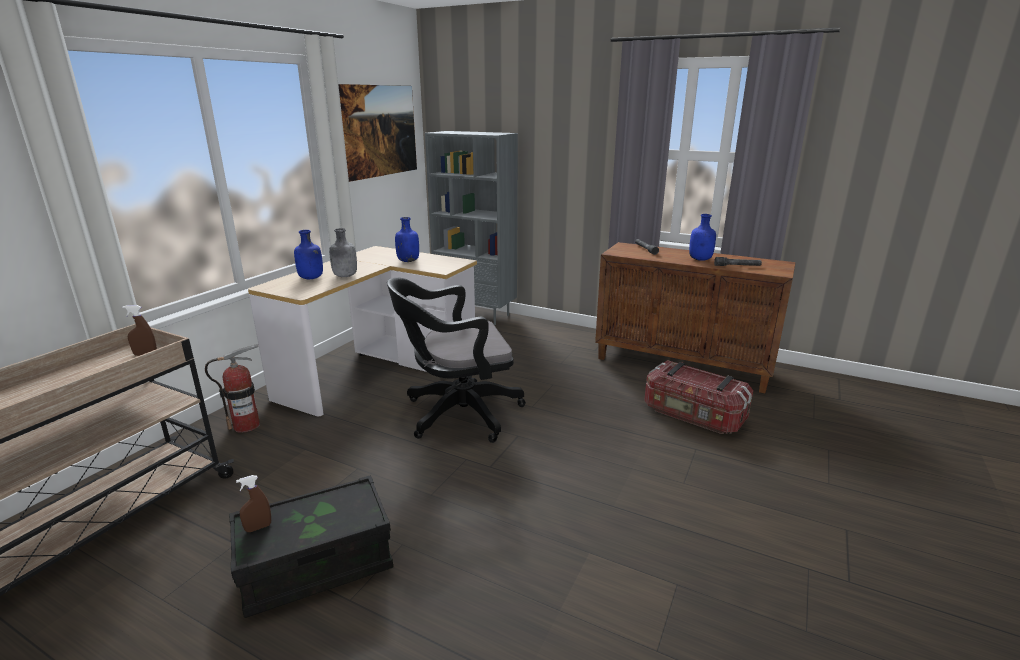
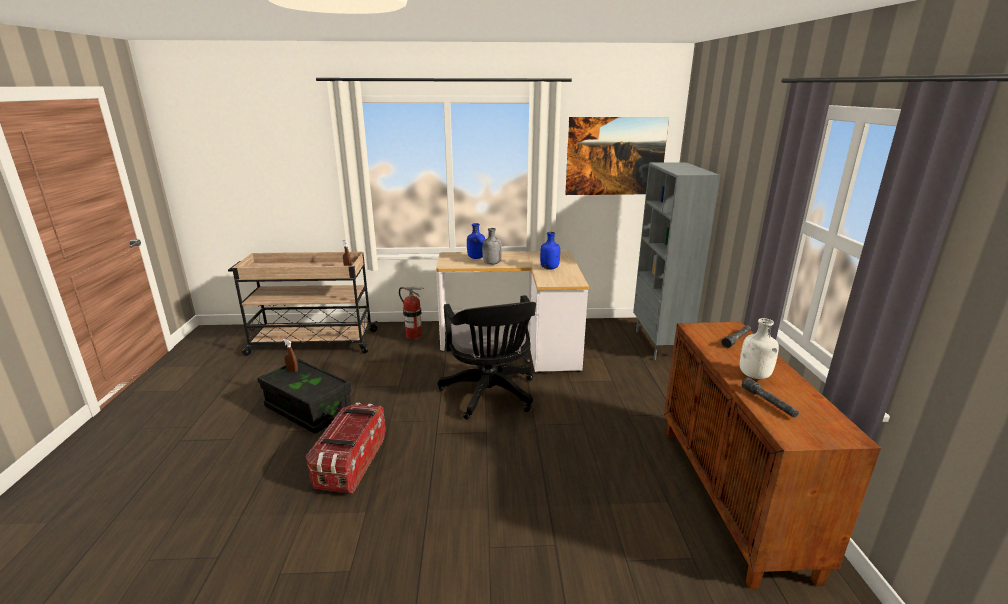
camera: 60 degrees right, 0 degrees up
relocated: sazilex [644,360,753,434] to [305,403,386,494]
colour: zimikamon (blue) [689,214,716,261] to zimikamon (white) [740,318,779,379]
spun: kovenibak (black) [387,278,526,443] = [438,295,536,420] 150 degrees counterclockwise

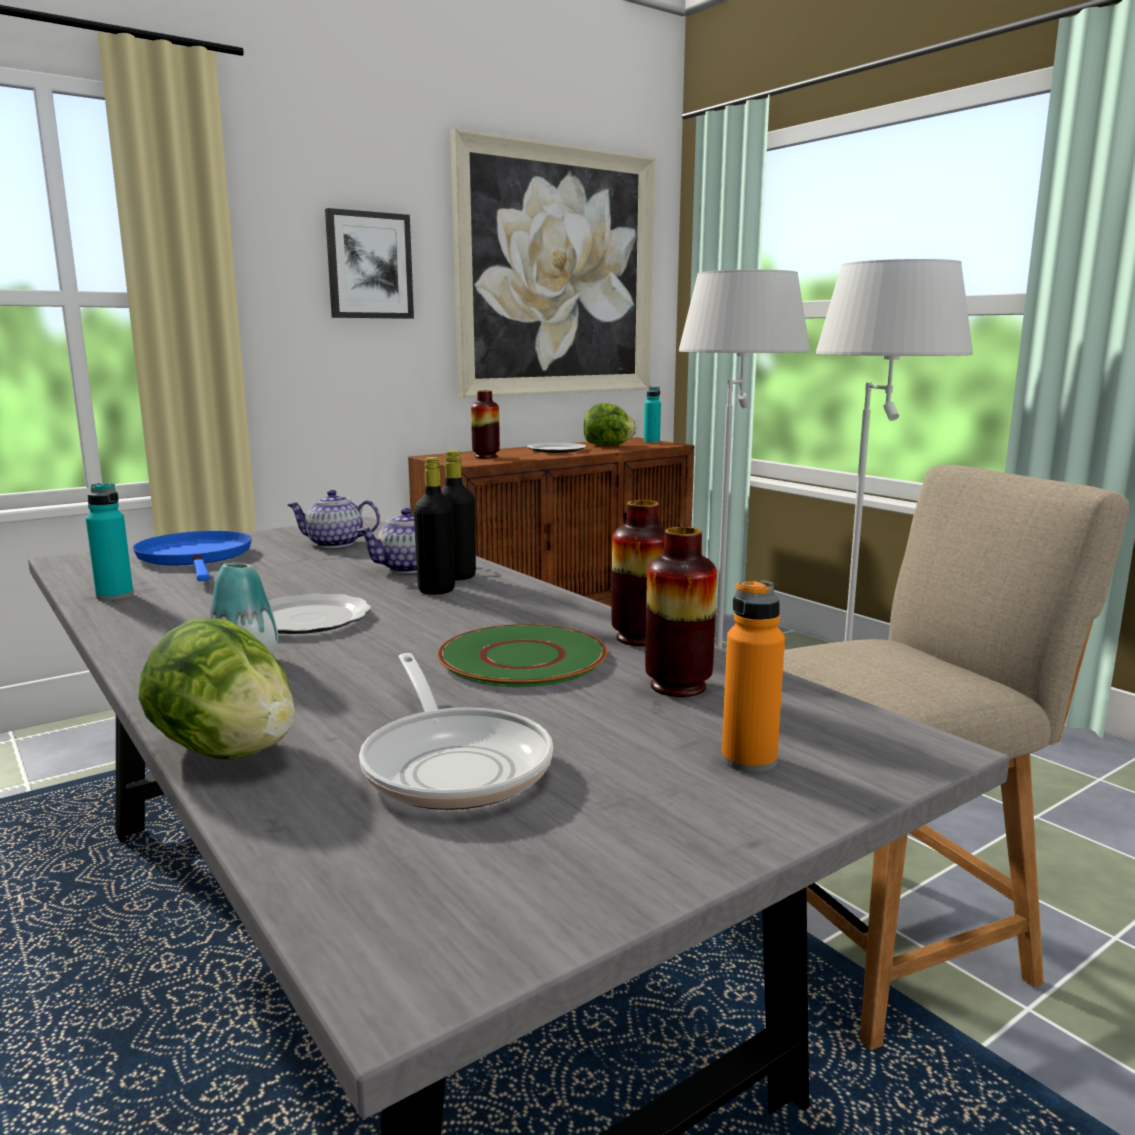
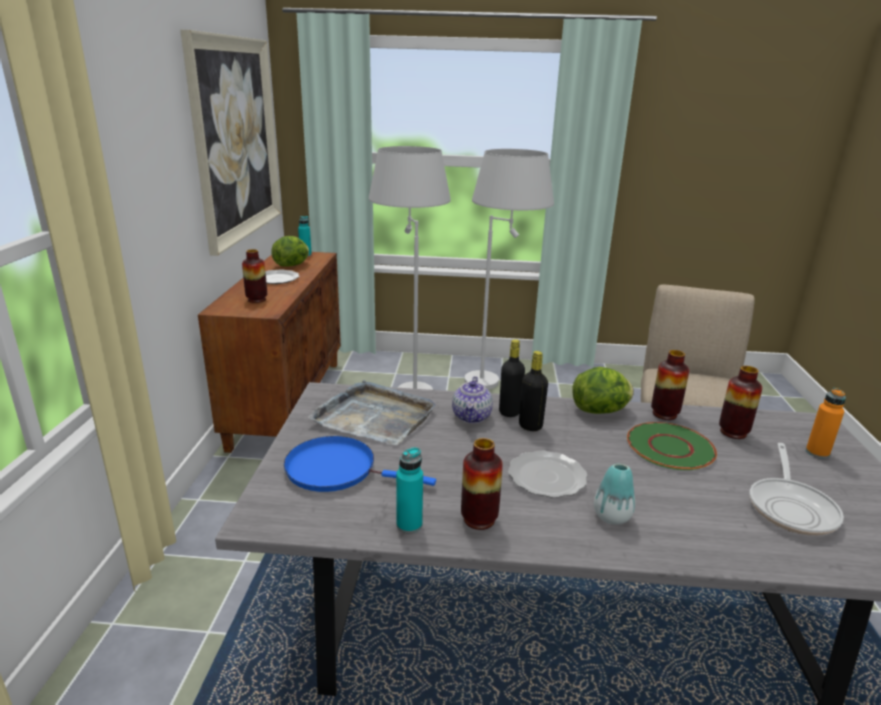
camera: 50 degrees left, 10 degrees up
missing: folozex [325,208,414,319]
appeared: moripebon [461,438,503,530]
relocated: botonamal [138,618,295,759] to [572,367,634,414]
exchanged: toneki [287,490,380,548] to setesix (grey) [308,380,436,445]
spun: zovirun [359,653,553,810] = [749,443,844,536] 90 degrees clockwise

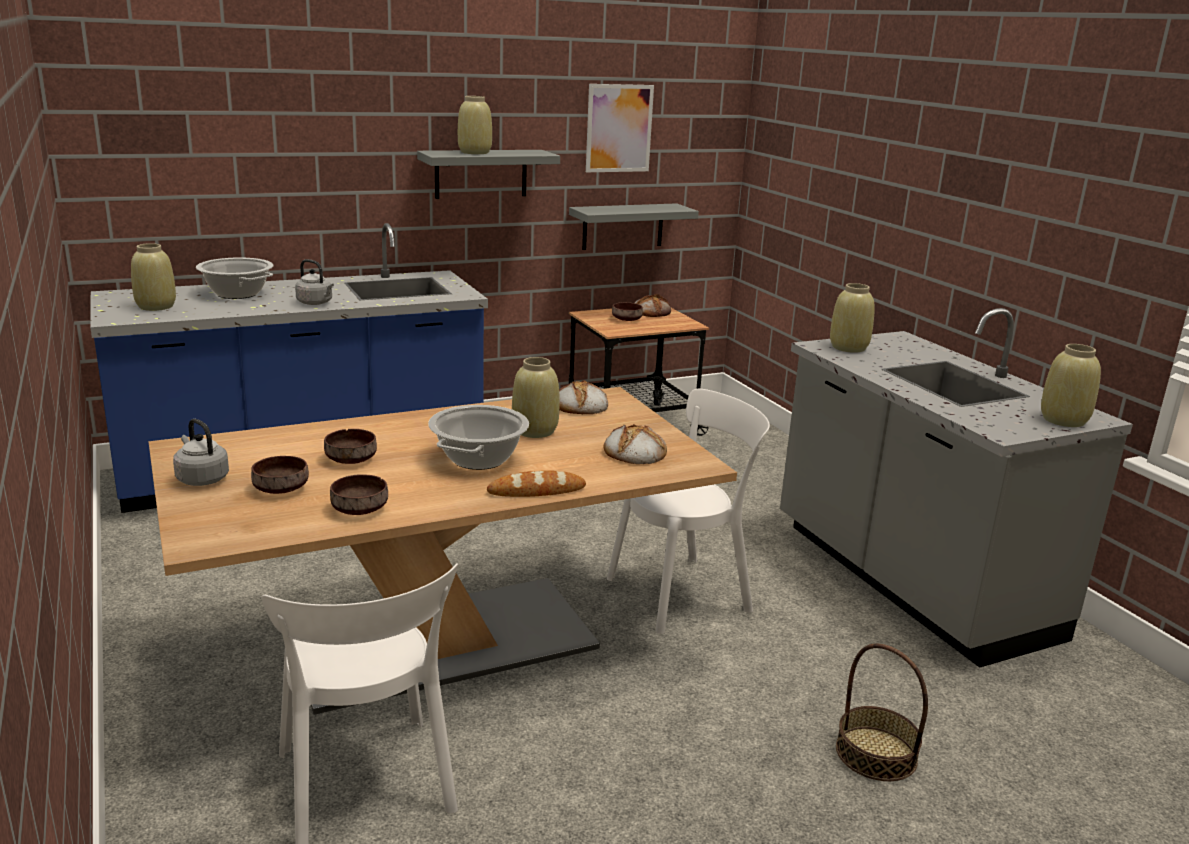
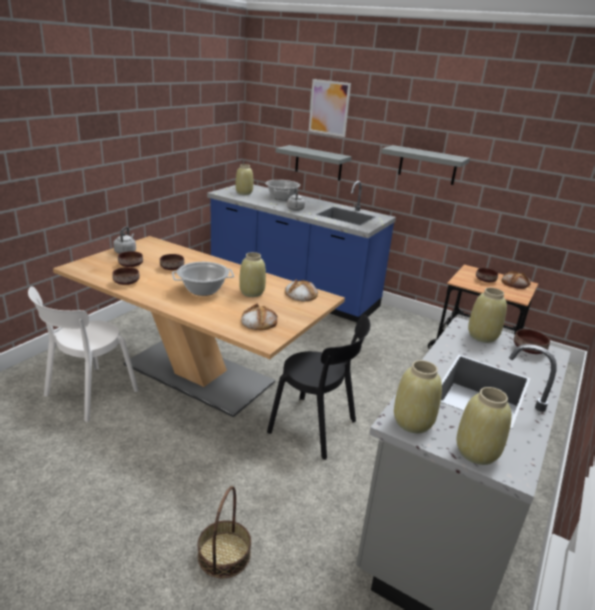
camera: 55 degrees right, 5 degrees up
missing: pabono [487,470,586,497]
appeared: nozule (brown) [514,329,550,354]
relocated: moripebon (beige) [458,96,492,154] to [394,360,442,433]; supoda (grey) [569,203,699,250] to [276,145,352,181]; folozex [586,84,654,172] to [309,79,351,137]
colour: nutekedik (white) [607,389,770,634] to nutekedik (black) [267,314,370,460]

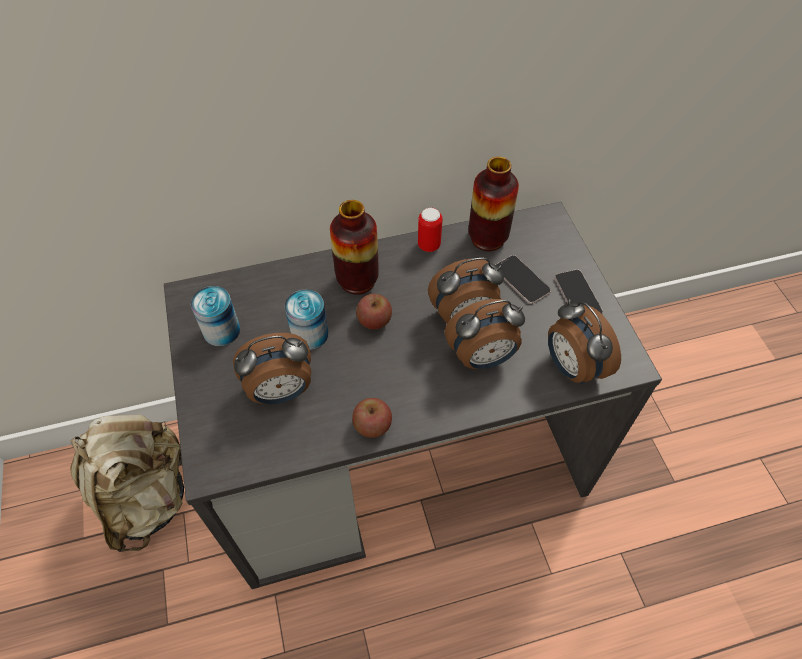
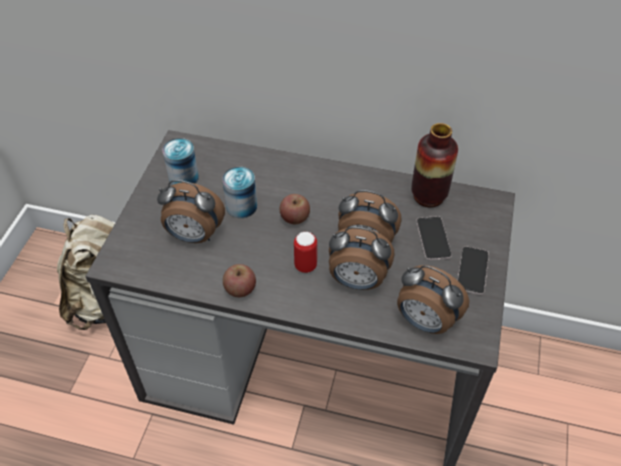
camera: 30 degrees right, 5 degrees down
missing: moripebon [330,200,379,295]
relocated: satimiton [418,208,443,252] to [294,232,317,273]
spun: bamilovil [548,299,621,384] = [397,265,469,334] 60 degrees counterclockwise

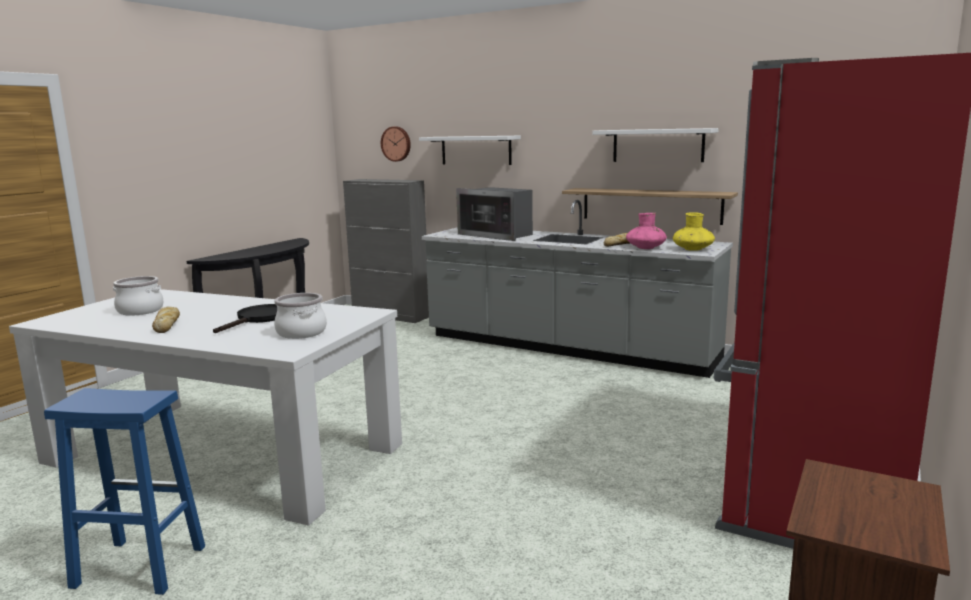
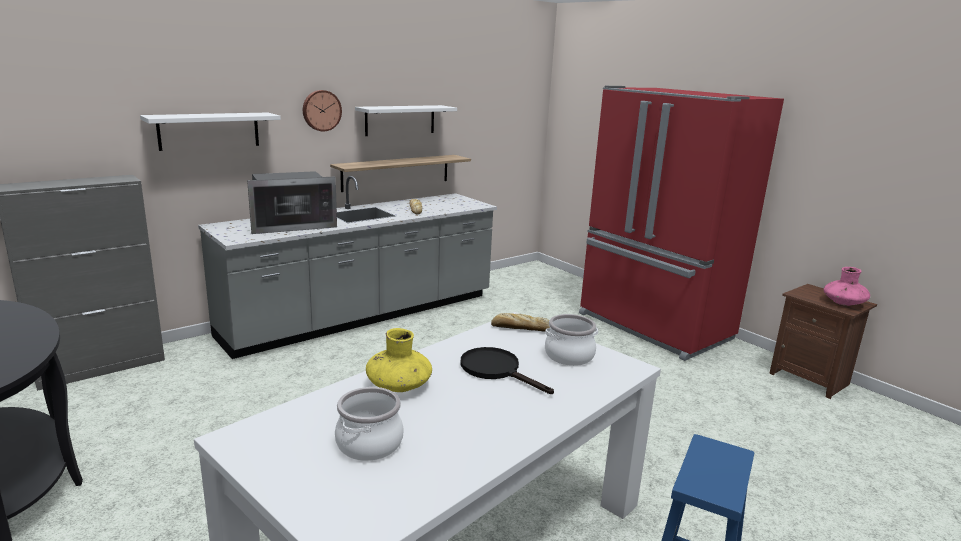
camera: 70 degrees left, 5 degrees up
relocated: pabono [152,306,180,333] to [491,313,550,332]; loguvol [381,126,411,162] to [303,90,342,132]; moripebon (pink) [626,213,667,249] to [824,267,870,306]; moripebon (yellow) [673,212,715,251] to [366,328,432,392]

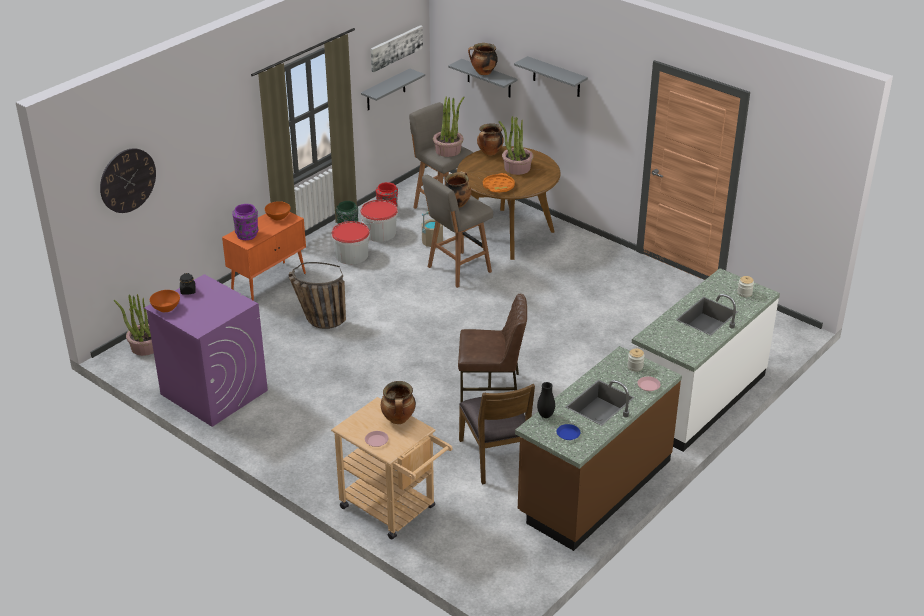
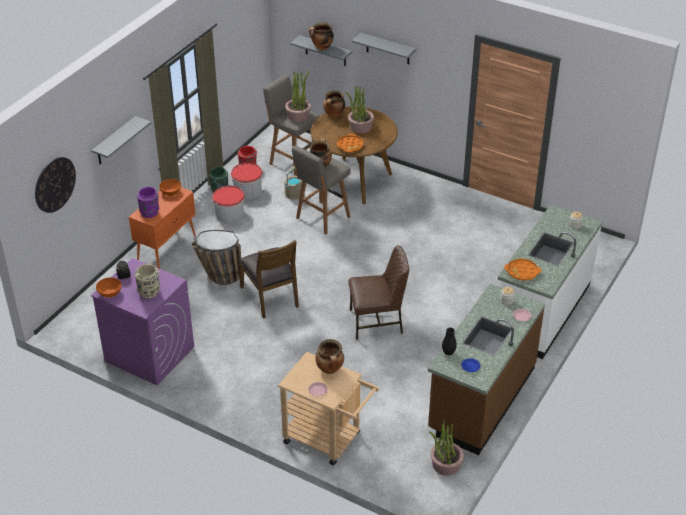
camera: 10 degrees left, 5 degrees up
missing: folozex [371,25,423,72]
appeared: moripebon (beige) [135,264,160,298]; setesix (orange) [504,259,541,281]
relocated: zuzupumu [114,294,154,356] to [429,420,464,476]; supoda (grey) [361,68,425,110] to [91,116,151,164]; nutekedik (brown) [459,384,535,484] to [239,240,299,319]

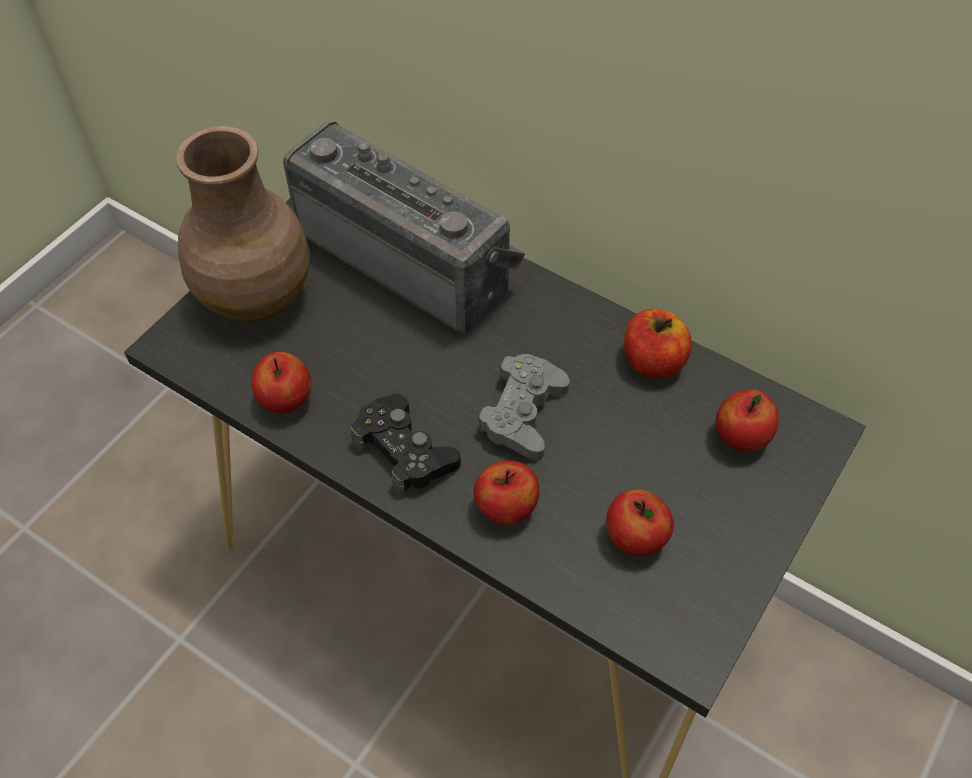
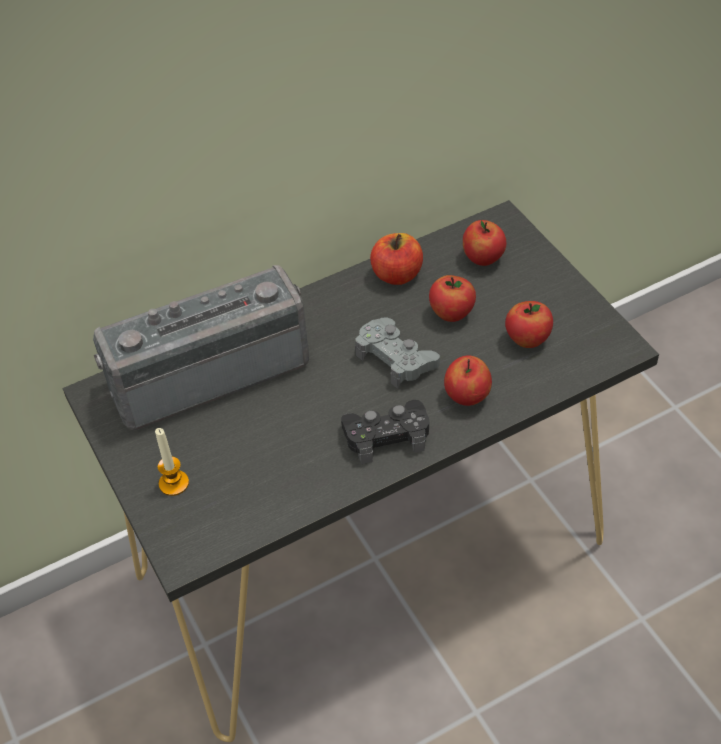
camera: 60 degrees left, 5 degrees down
relocated: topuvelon [251,352,312,413] to [429,275,476,322]
exchanged: moripebon (brown) [176,126,310,322] to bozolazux [155,428,189,496]

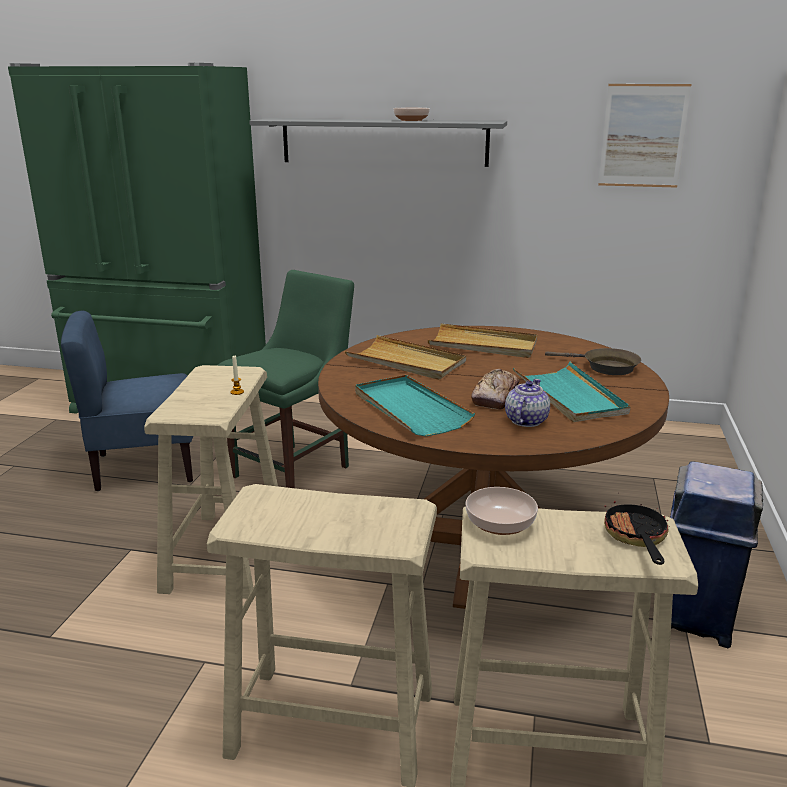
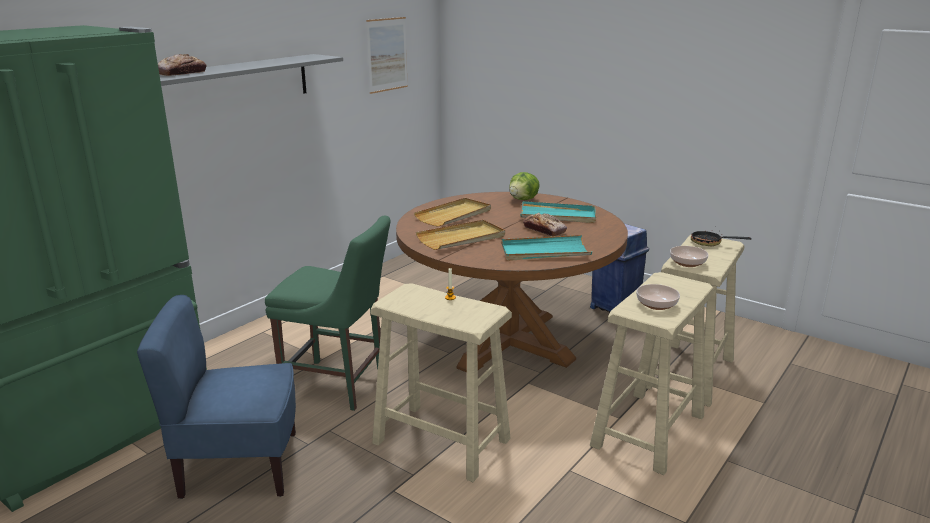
camera: 65 degrees left, 0 degrees up
missing: toneki [505,379,550,427]
appeared: pabono [158,54,206,76]
relocated: nozule [393,107,430,121] to [637,284,680,310]
exchanged: zovirun (brown) [545,348,641,375] to botonamal [509,172,540,200]
spun: nutekedik (blue) [61,311,193,491] = [137,295,296,499] 75 degrees clockwise; nutekedik (green) [217,270,354,488] = [265,216,390,411] 135 degrees clockwise

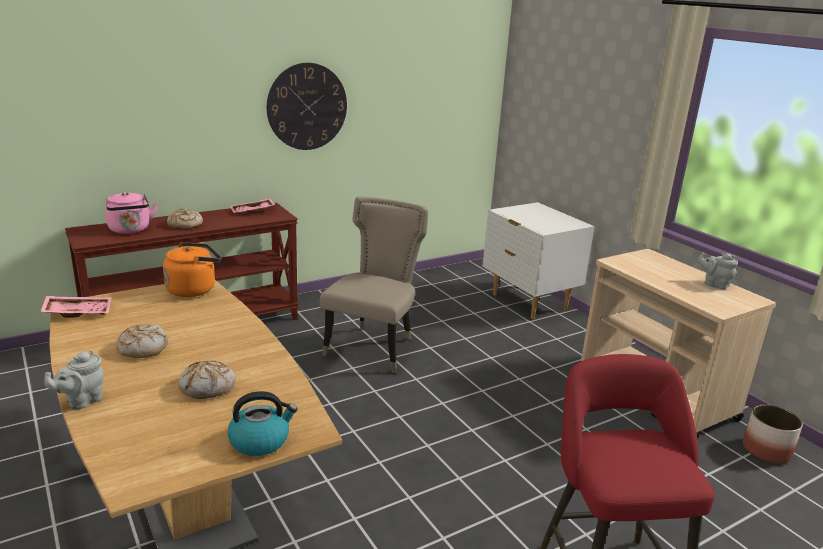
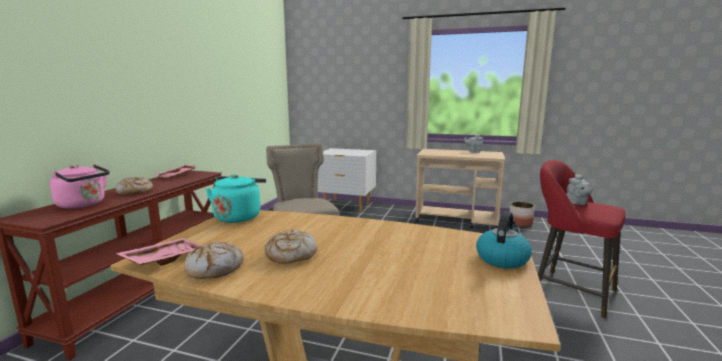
camera: 40 degrees left, 10 degrees down
missing: loguvol [267,63,347,150]
relocated: toneki (grey) [44,350,104,410] to [567,174,593,205]; pabono [178,360,236,399] to [184,242,244,279]
colour: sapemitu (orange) [163,242,222,297] to sapemitu (turquoise) [206,174,266,223]

